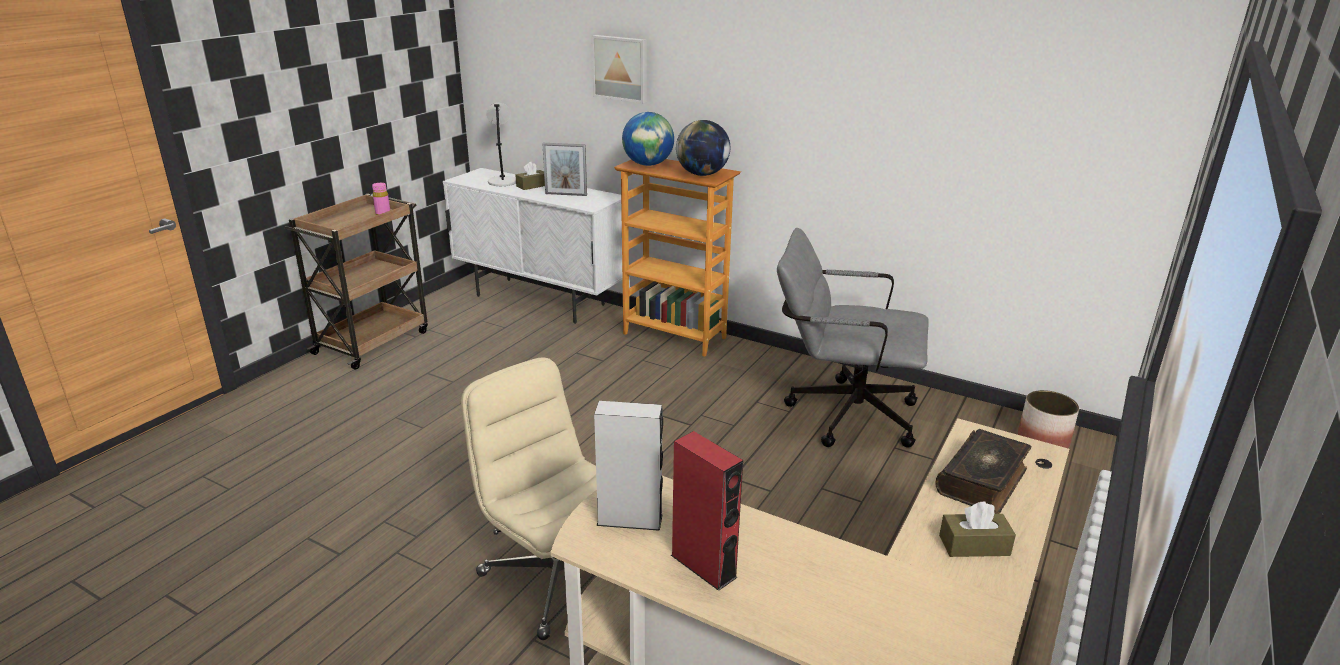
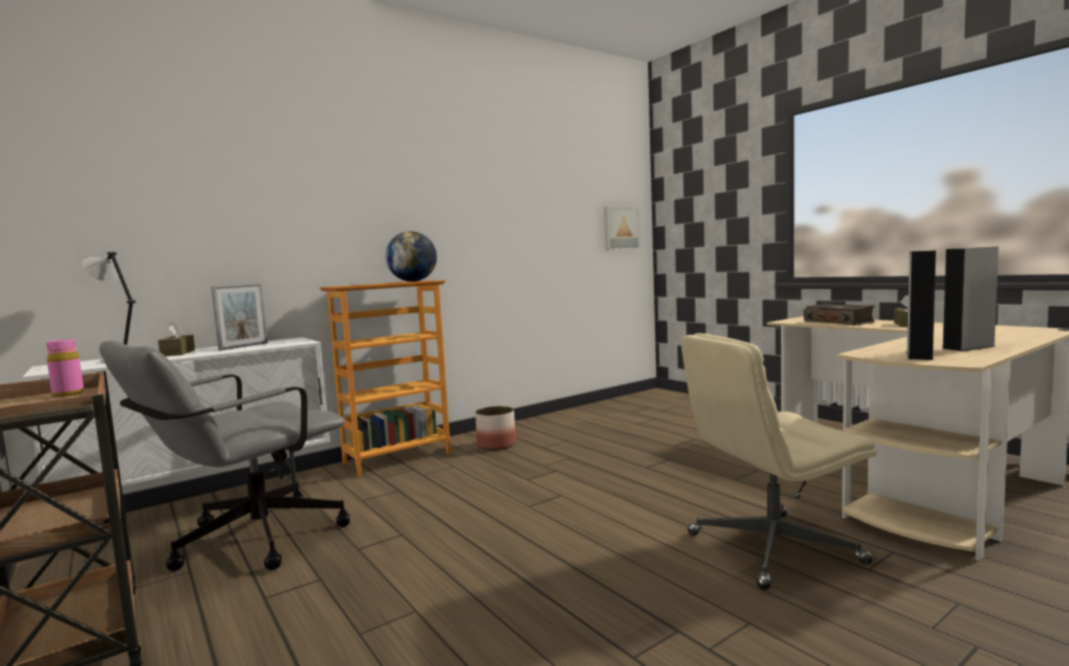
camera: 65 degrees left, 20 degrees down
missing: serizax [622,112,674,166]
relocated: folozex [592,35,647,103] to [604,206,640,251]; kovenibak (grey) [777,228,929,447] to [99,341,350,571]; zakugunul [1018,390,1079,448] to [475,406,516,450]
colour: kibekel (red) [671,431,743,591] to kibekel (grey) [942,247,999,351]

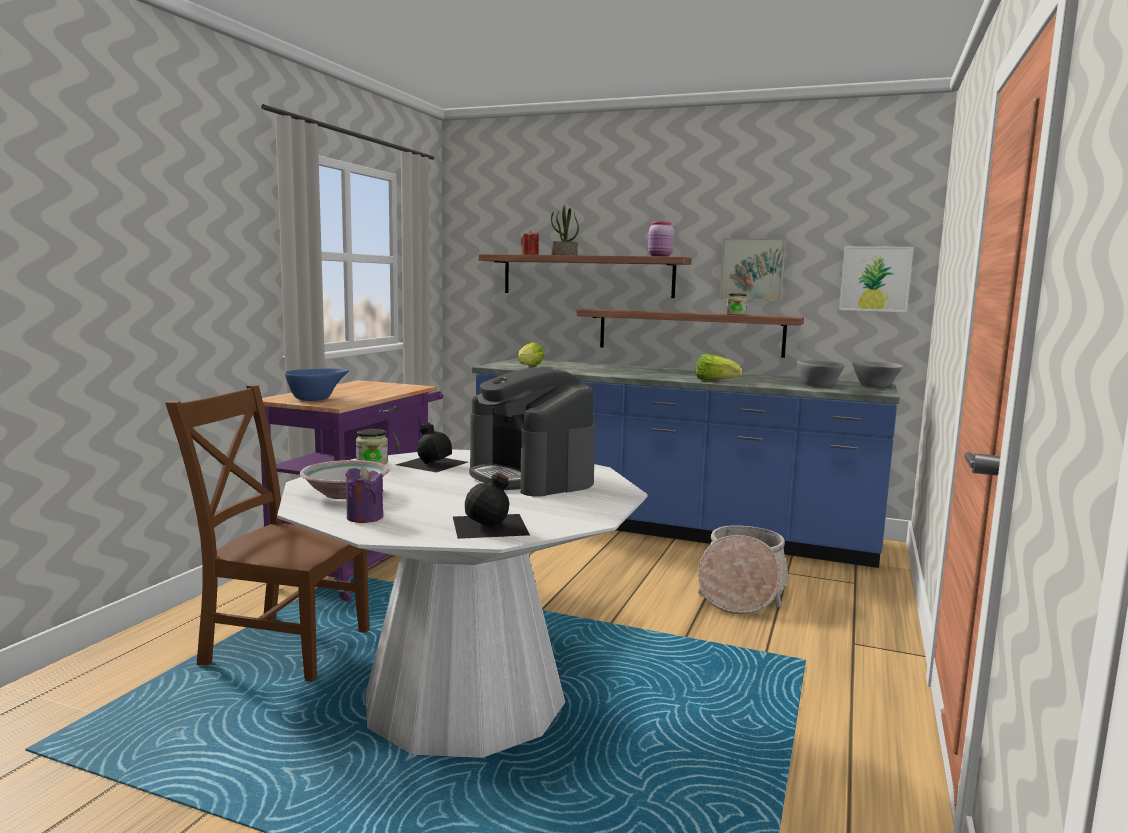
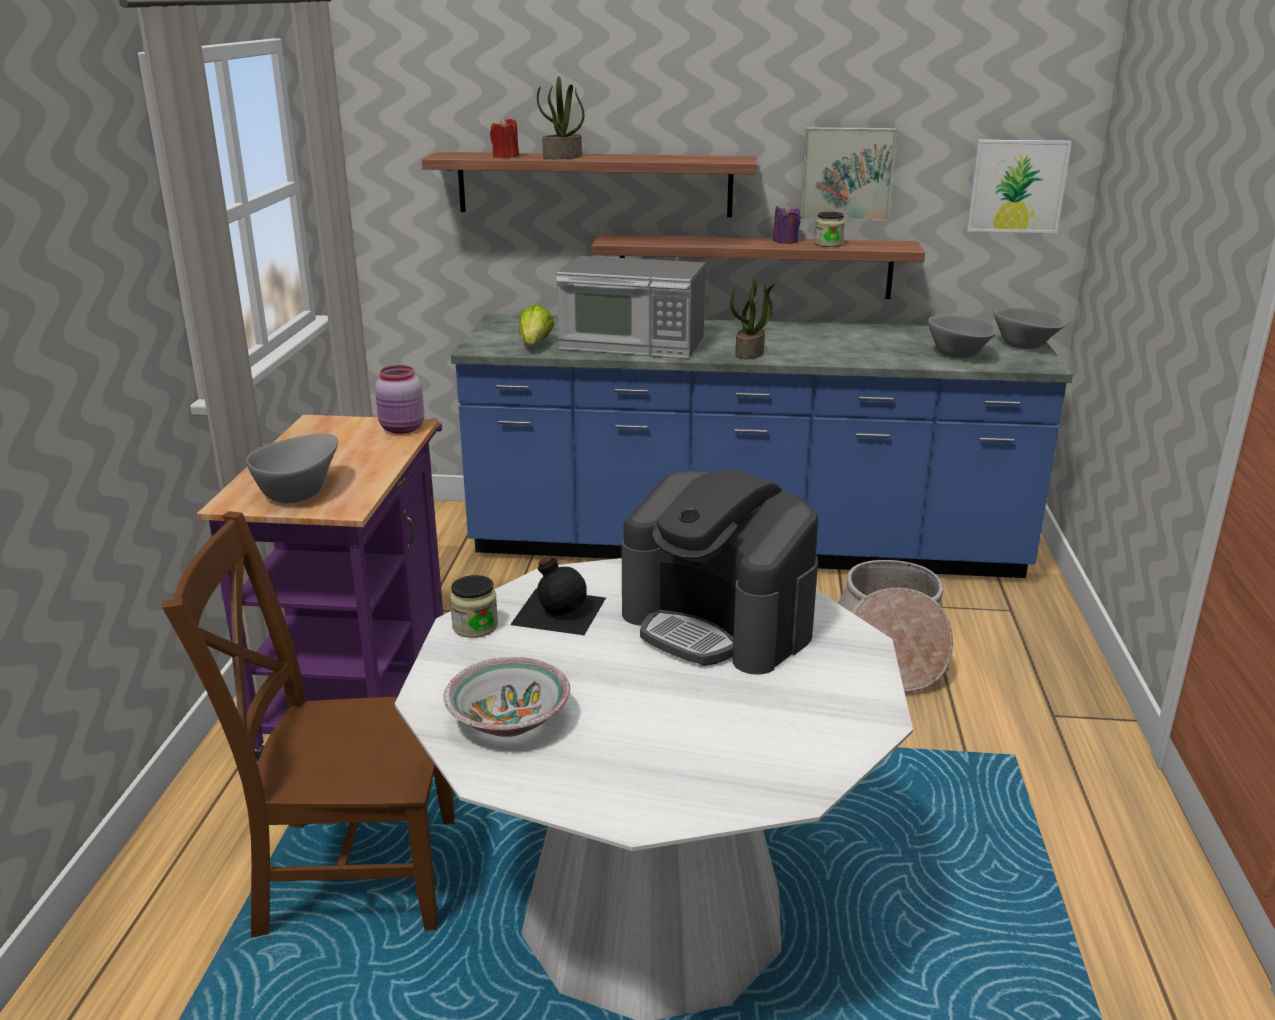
camera: 15 degrees left, 15 degrees up
missing: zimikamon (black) [453,472,530,539]; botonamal [695,354,742,381]
appeared: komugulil [556,256,706,359]; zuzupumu [730,276,775,359]
relocated: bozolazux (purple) [346,466,383,523] to [773,204,801,244]; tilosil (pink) [648,221,674,256] to [375,365,424,434]
colour: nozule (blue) [285,369,349,401] to nozule (grey) [246,434,338,503]

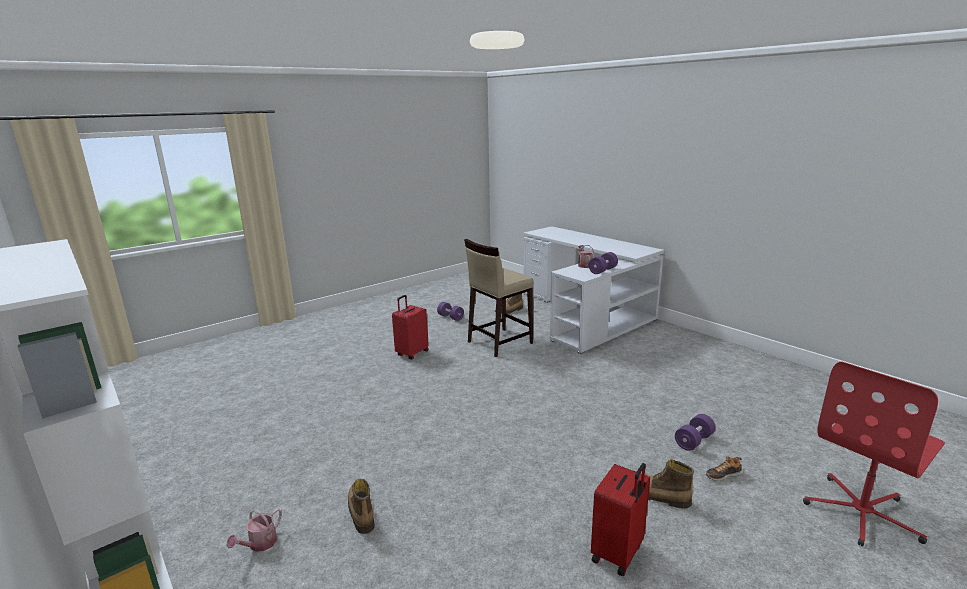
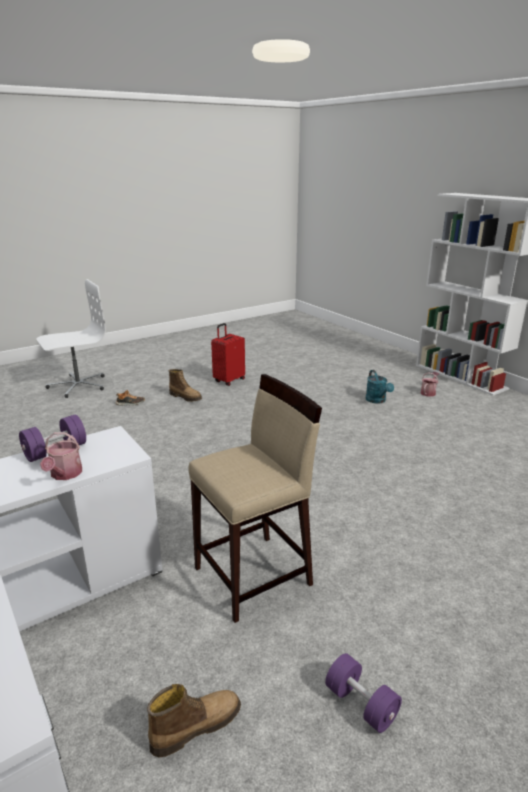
camera: 175 degrees left, 5 degrees up
missing: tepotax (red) [392,295,429,360]; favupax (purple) [675,414,716,451]
exchanged: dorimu [348,479,375,534] to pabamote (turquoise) [366,370,394,404]
colour: kovenibak (red) [803,362,945,546] to kovenibak (white) [36,279,106,398]

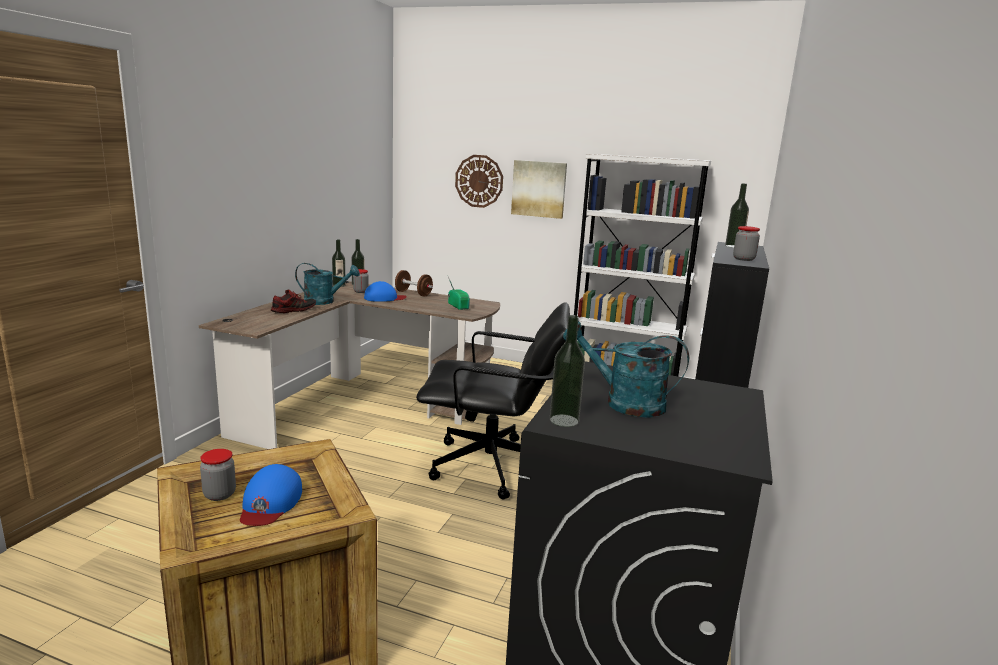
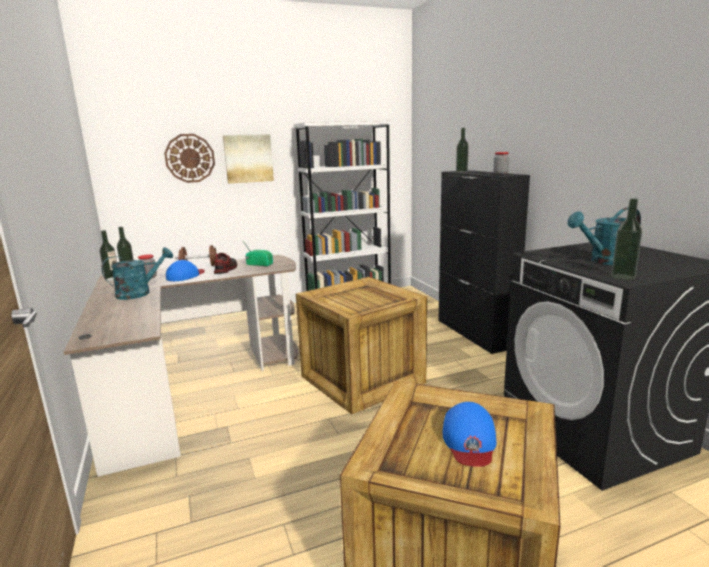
camera: 40 degrees left, 0 degrees up
missing: tilosil [200,449,236,501]
relocated: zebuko [271,290,316,313] to [214,253,237,274]
exchanged: kovenibak (black) [416,302,570,499] to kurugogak [296,277,427,414]
spun: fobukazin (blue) [240,464,302,526] = [443,402,496,467] 45 degrees clockwise

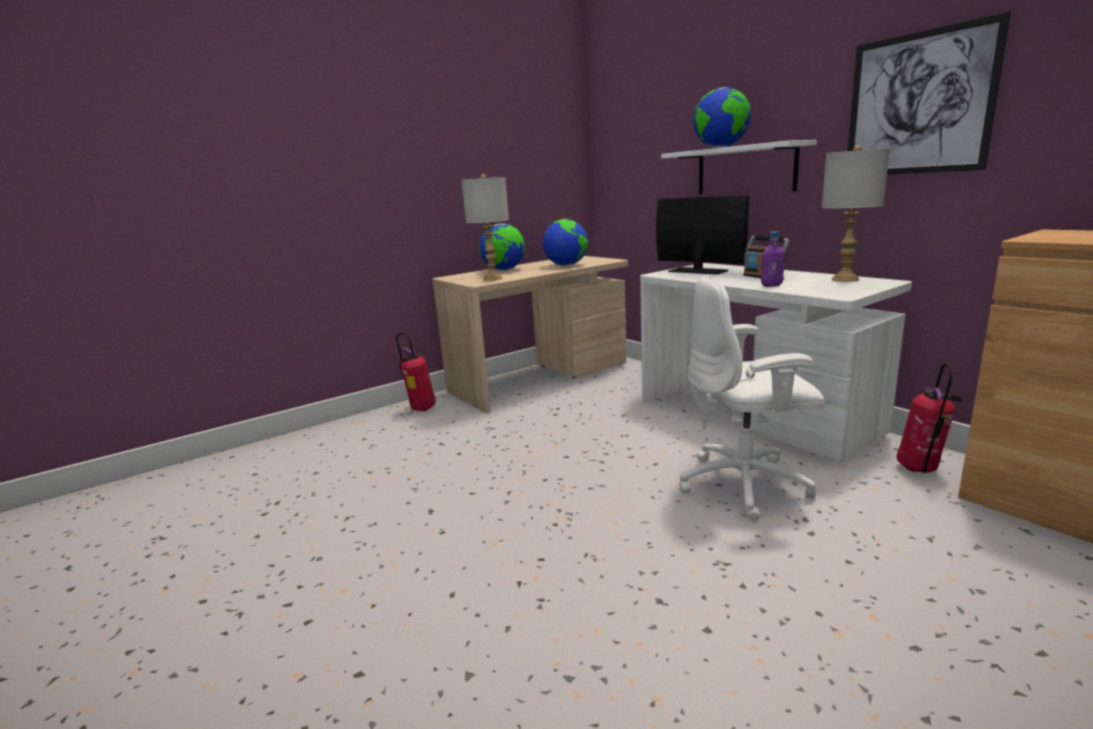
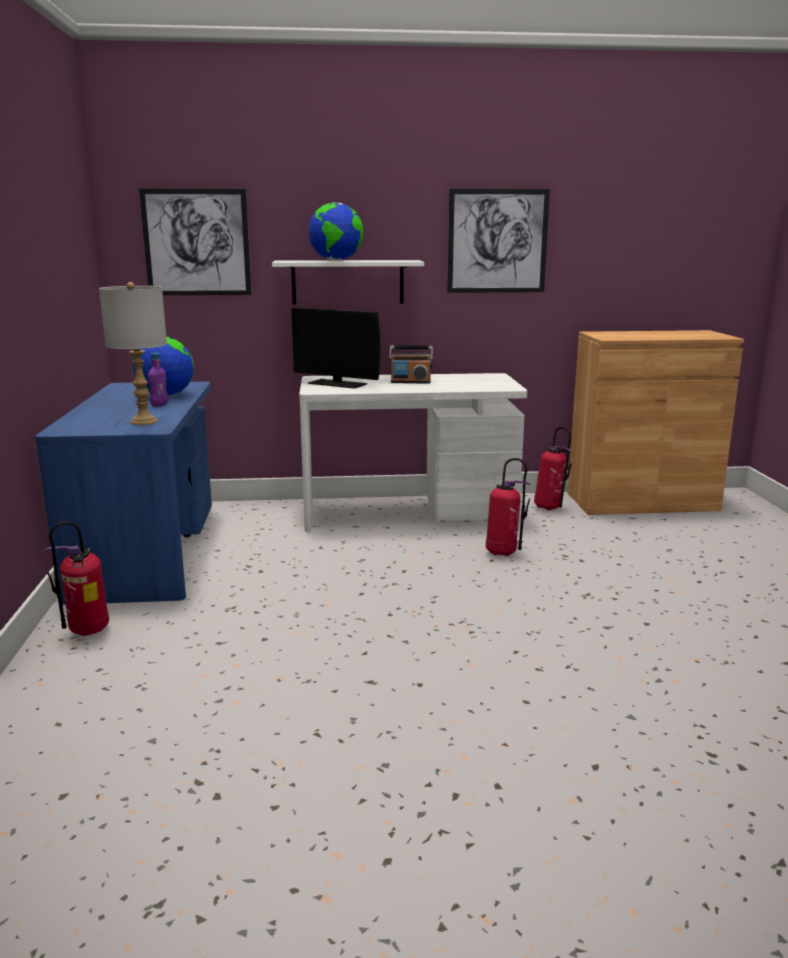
camera: 60 degrees left, 0 degrees up
missing: serizax [479,223,525,271]; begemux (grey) [822,145,890,282]
appeared: folozex [139,188,251,295]
relocated: zimikamon (purple) [761,231,785,287] to [148,353,168,407]
exchanged: kovenibak (white) [679,276,824,521] to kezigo [486,458,531,556]
colour: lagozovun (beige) [432,256,628,413] to lagozovun (blue) [35,382,212,605]
spun: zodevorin [656,195,749,275] = [291,308,380,388] 135 degrees counterclockwise

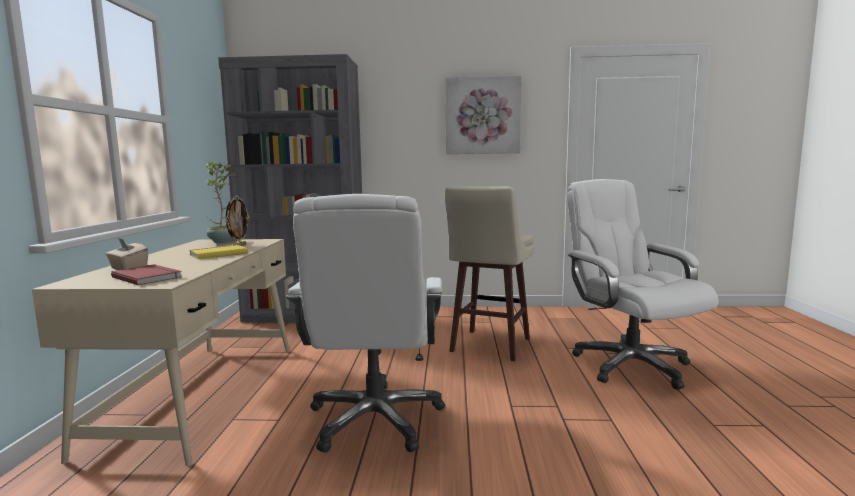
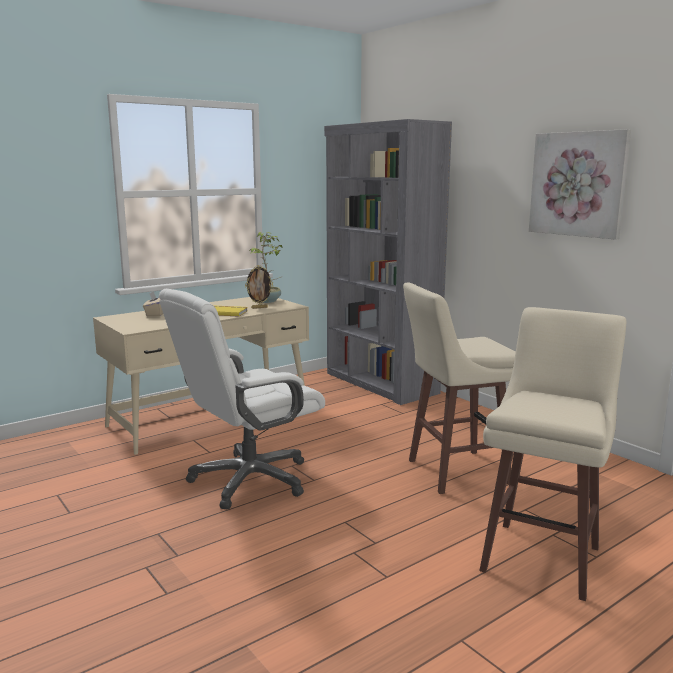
camera: 50 degrees right, 5 degrees up
missing: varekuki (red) [111,264,182,285]
exchanged: kovenibak (white) [567,179,719,389] to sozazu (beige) [479,307,626,601]

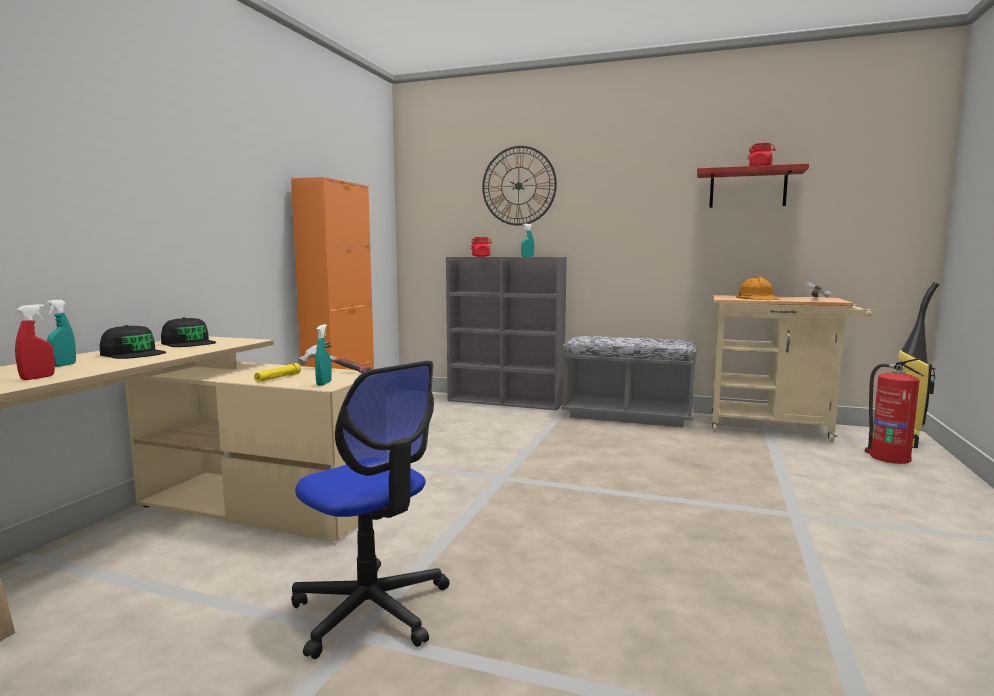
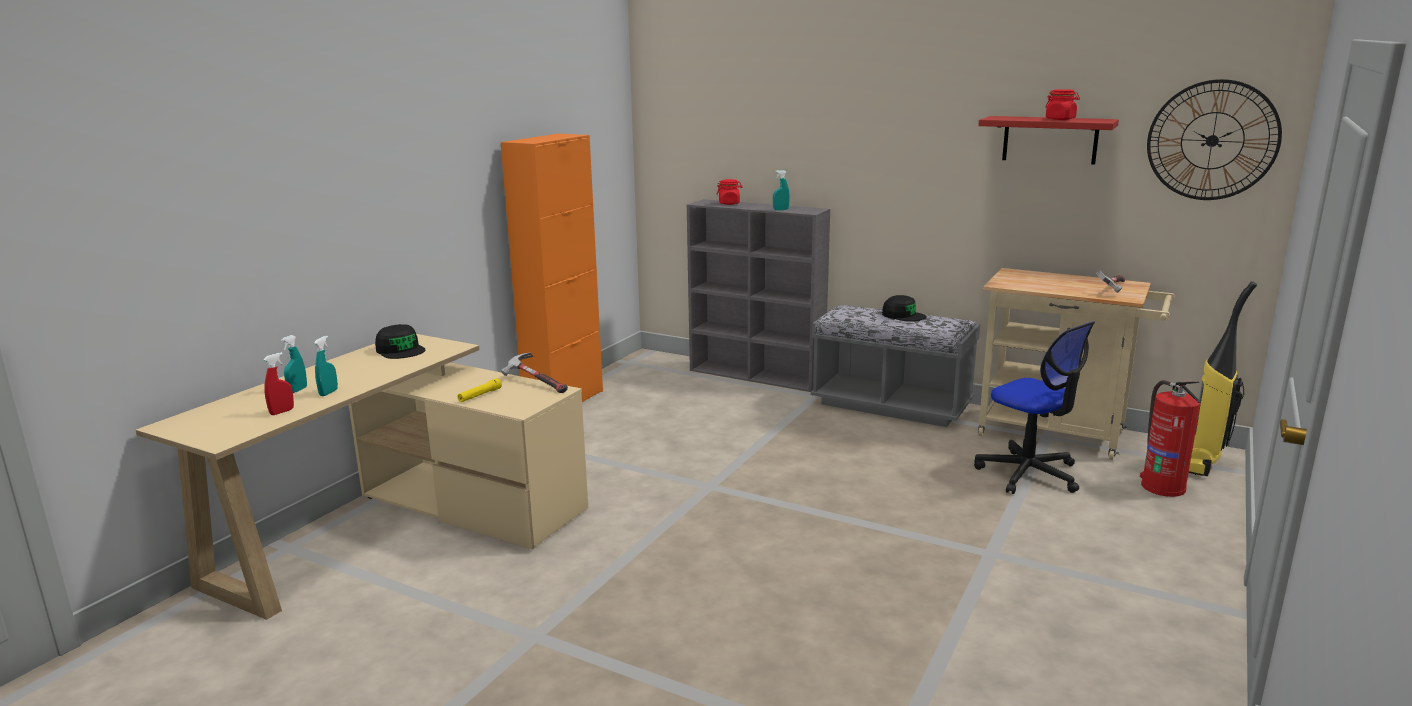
camera: 10 degrees right, 10 degrees up
missing: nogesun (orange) [736,277,779,300]
relocated: fobukazin (black) [100,325,166,359] to [882,295,927,321]; kovenibak [291,360,449,659] to [974,321,1095,494]; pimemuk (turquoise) [315,324,332,386] to [314,336,338,396]; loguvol [482,146,557,226] to [1147,79,1282,200]

